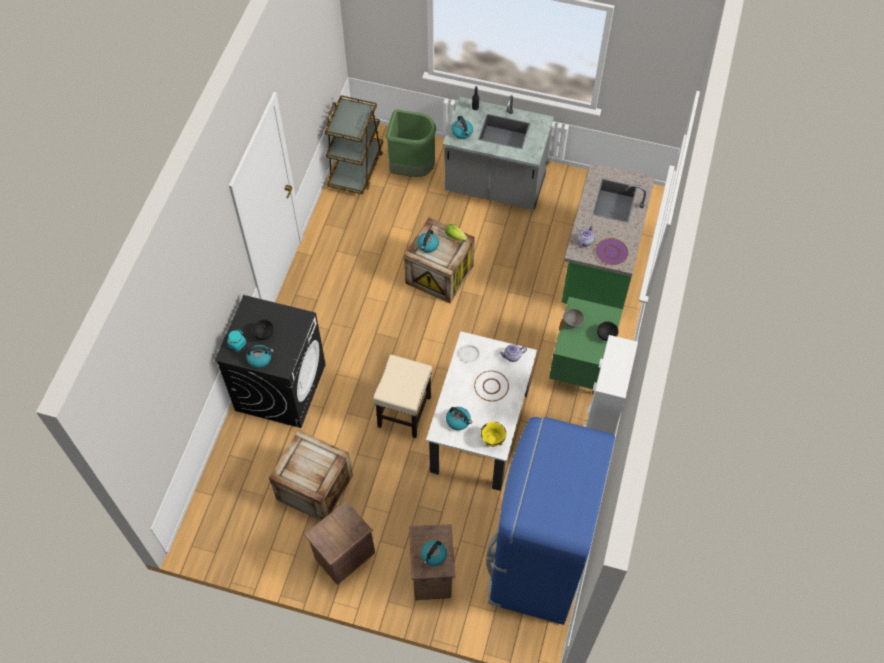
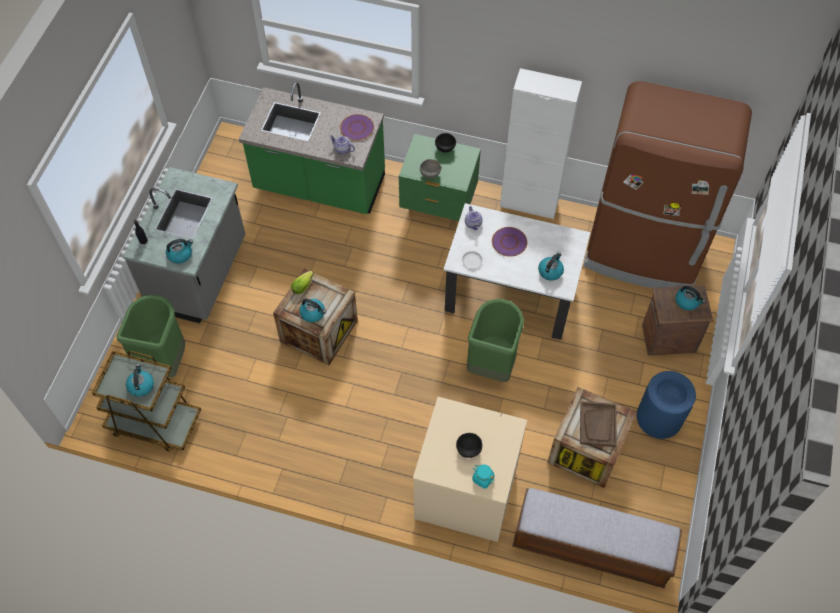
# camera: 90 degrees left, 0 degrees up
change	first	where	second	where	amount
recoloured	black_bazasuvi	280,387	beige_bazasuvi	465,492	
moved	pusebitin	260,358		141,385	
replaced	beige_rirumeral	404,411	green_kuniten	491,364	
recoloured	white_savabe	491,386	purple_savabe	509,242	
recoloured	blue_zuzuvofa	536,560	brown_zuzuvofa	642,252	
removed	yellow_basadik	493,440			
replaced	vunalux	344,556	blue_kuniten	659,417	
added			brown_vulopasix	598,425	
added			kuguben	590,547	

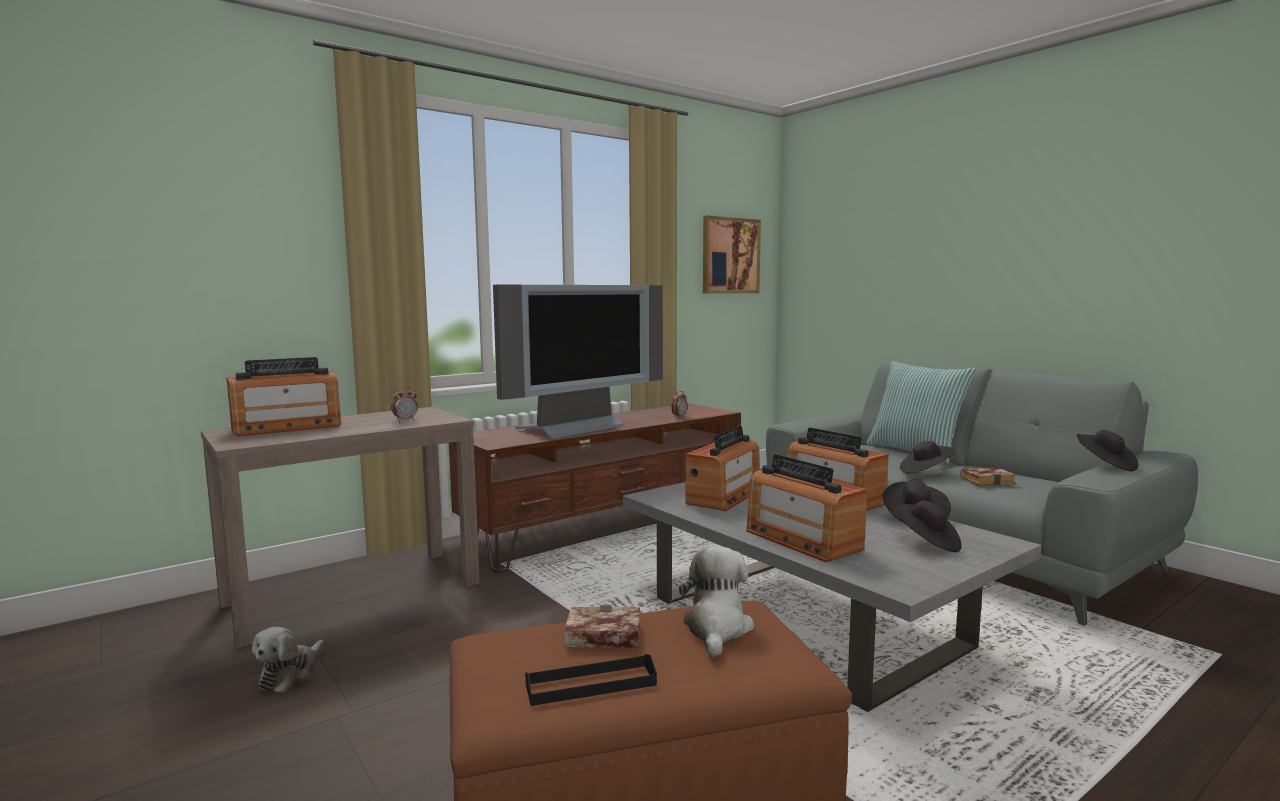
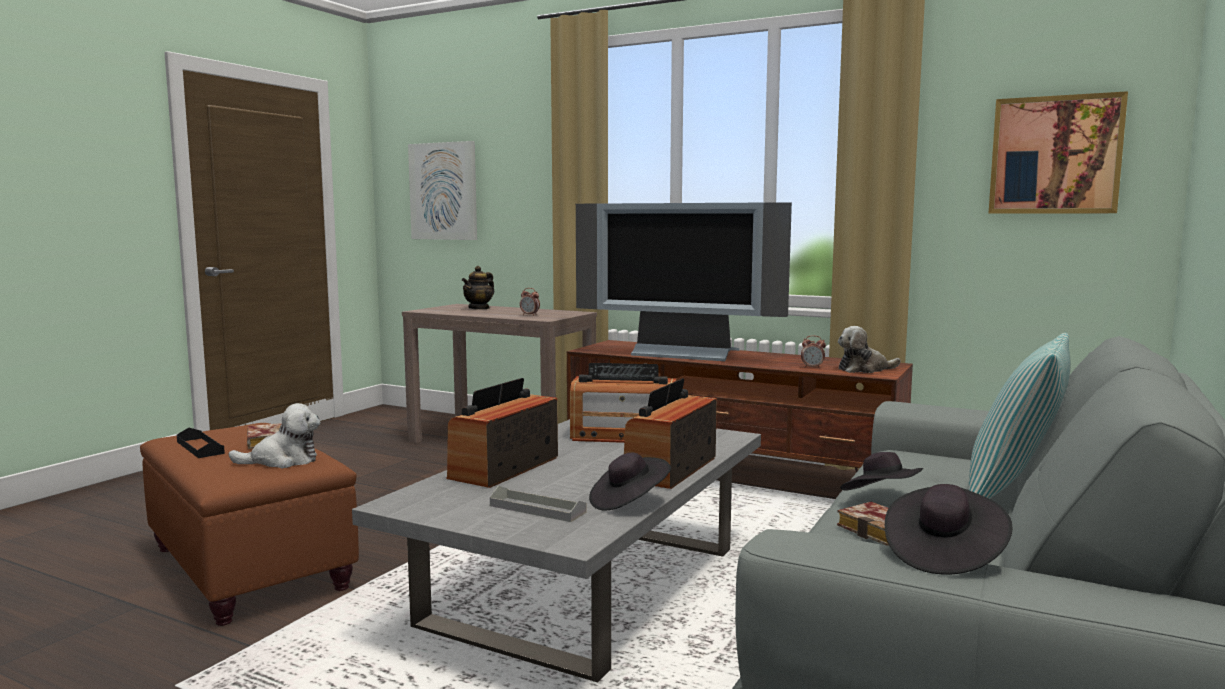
# camera: 65 degrees right, 0 degrees up
change	first	where	second	where	amount
replaced	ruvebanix	287,427	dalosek	479,308	
replaced	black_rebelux	926,543	grey_vulopasix	537,509	
moved	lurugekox	290,674		864,369	
added			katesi	444,191	

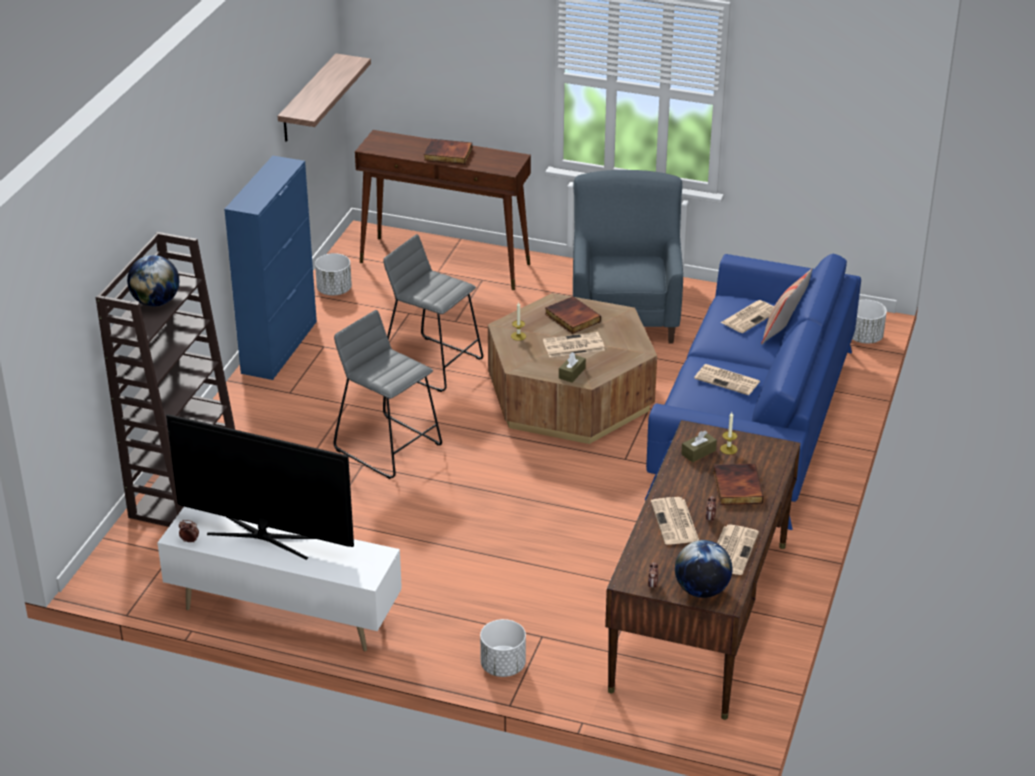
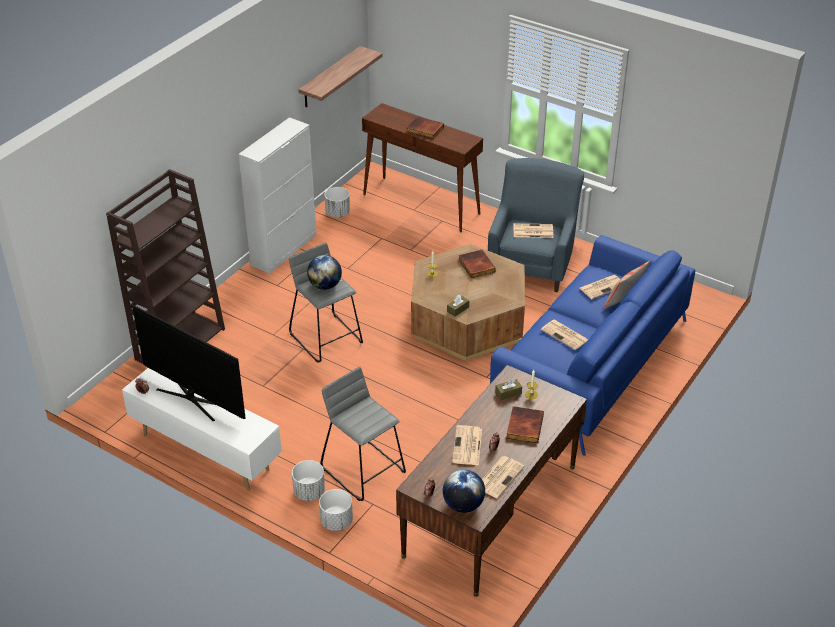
# camera: 15 degrees right, 5 degrees up
change	first	where	second	where	amount
recoloured	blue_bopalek	280,346	white_bopalek	284,249	
moved	grey_rirumeral	433,364		364,469	
moved	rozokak	156,302		325,285	
moved	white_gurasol	865,338		309,492	
moved	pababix	573,346		532,231	

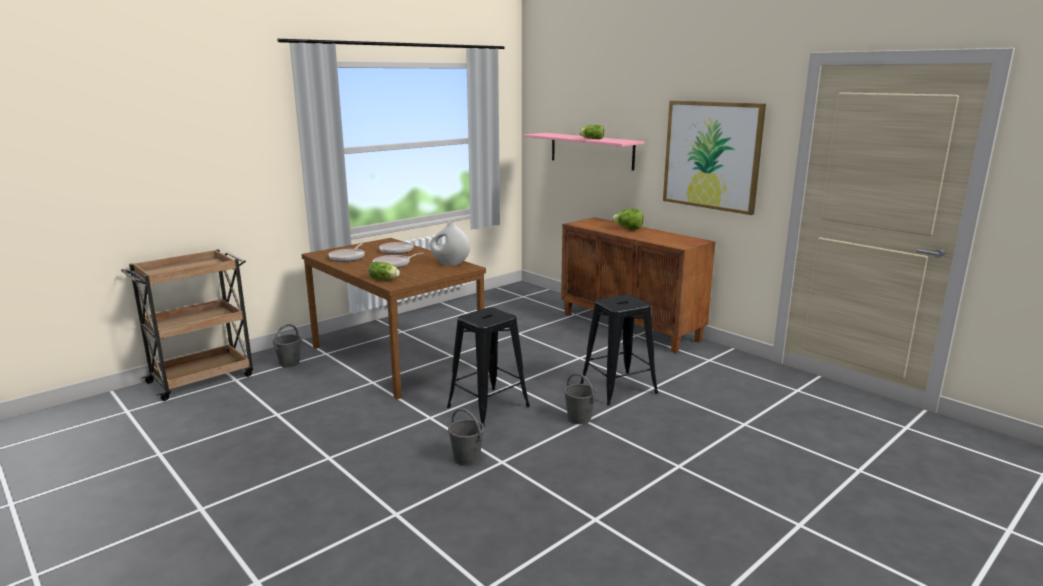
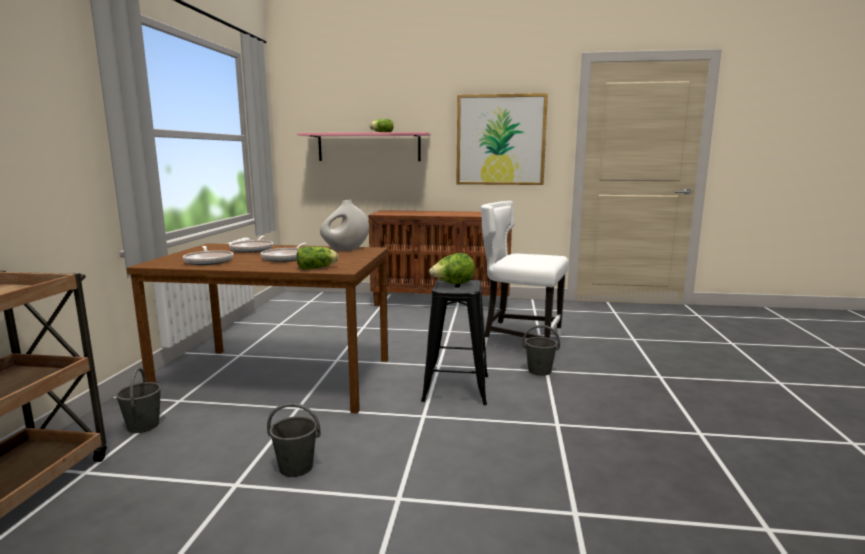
# camera: 40 degrees left, 5 degrees down
change	first	where	second	where	amount
moved	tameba	628,229		453,284	
replaced	black_rirumeral	618,389	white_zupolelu	520,343	
moved	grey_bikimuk	467,458		296,467	

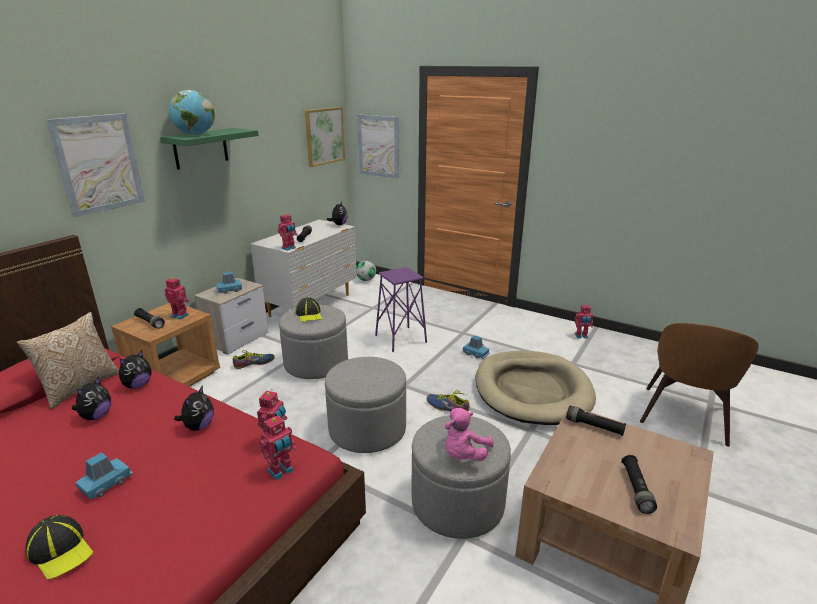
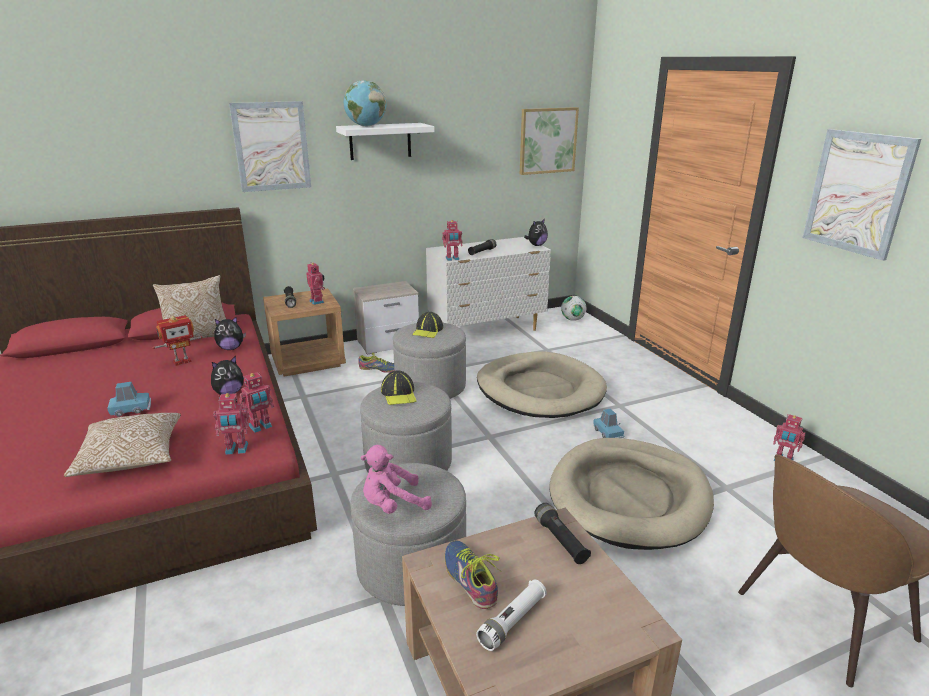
# camera: 35 degrees right, 0 degrees up
change	first	where	second	where	amount
moved	katesi	378,146		857,193	
recoloured	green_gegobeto	200,148	white_gegobeto	380,141	
replaced	purple_rirumeral	400,339	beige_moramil	539,390	
removed	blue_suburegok	229,290			
replaced	lurugekox	96,416	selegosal	182,361	
moved	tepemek	447,407		469,579	
recoloured	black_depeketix	636,489	white_depeketix	512,621	
moved	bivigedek	60,550		399,394	
added			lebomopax	131,458	

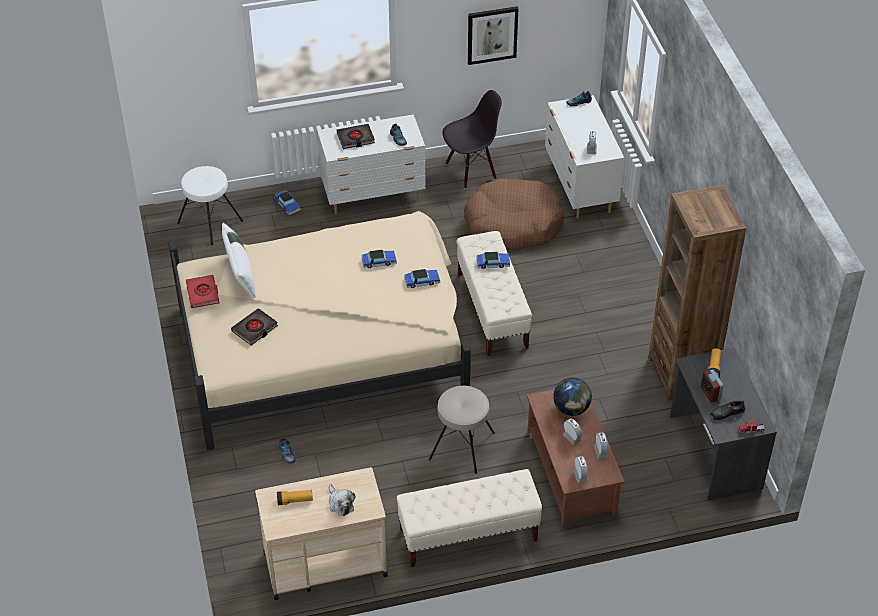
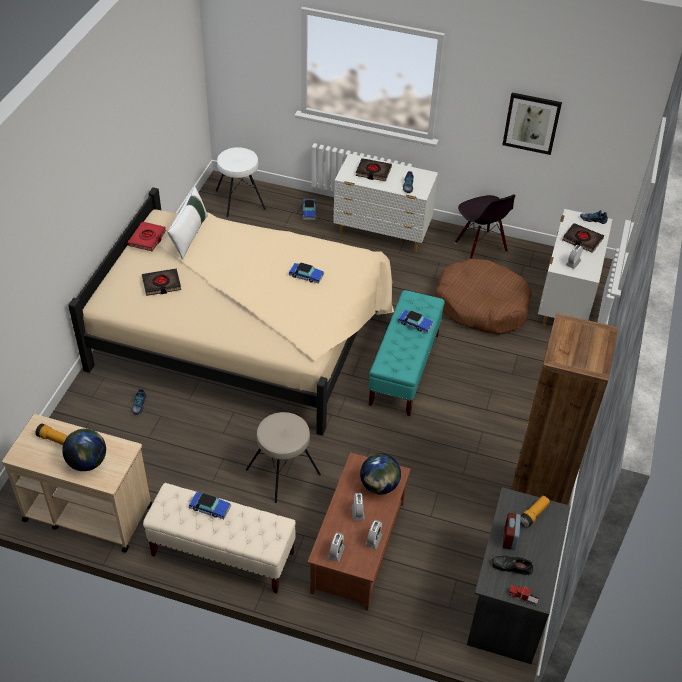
# camera: 30 degrees right, 0 degrees up
change	first	where	second	where	amount
turned	black_zupolelu	471,170		480,247	60 degrees clockwise
recoloured	beige_kuguben	492,310	turquoise_kuguben	404,369	
moved	suburegok	422,281		210,508	
replaced	lurugekox	340,503	rozokak	87,462	
added			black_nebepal	582,240	

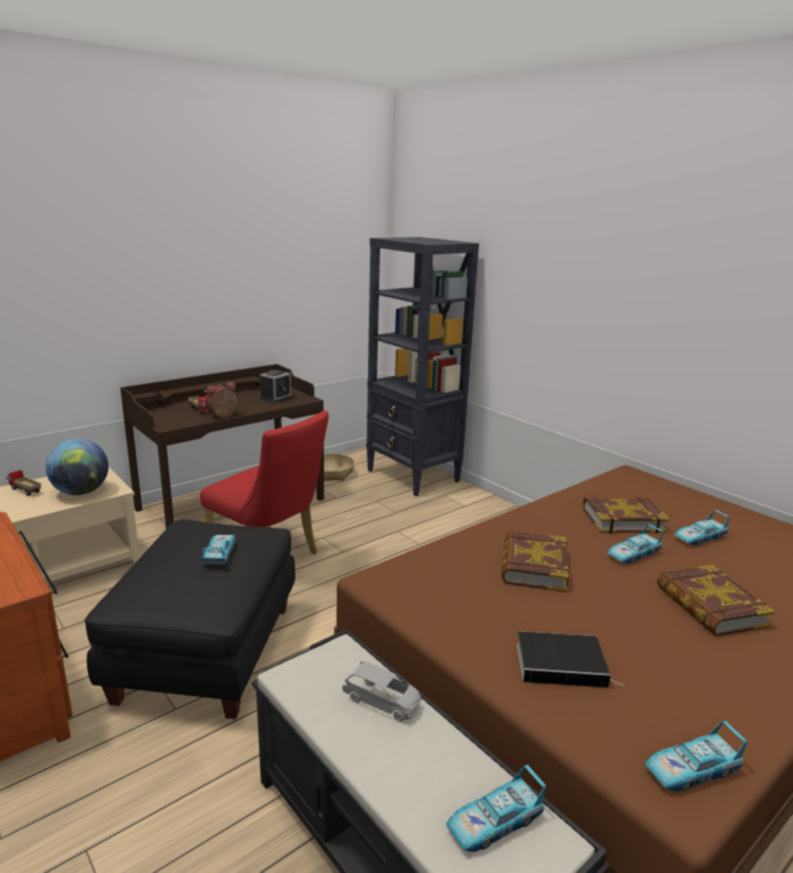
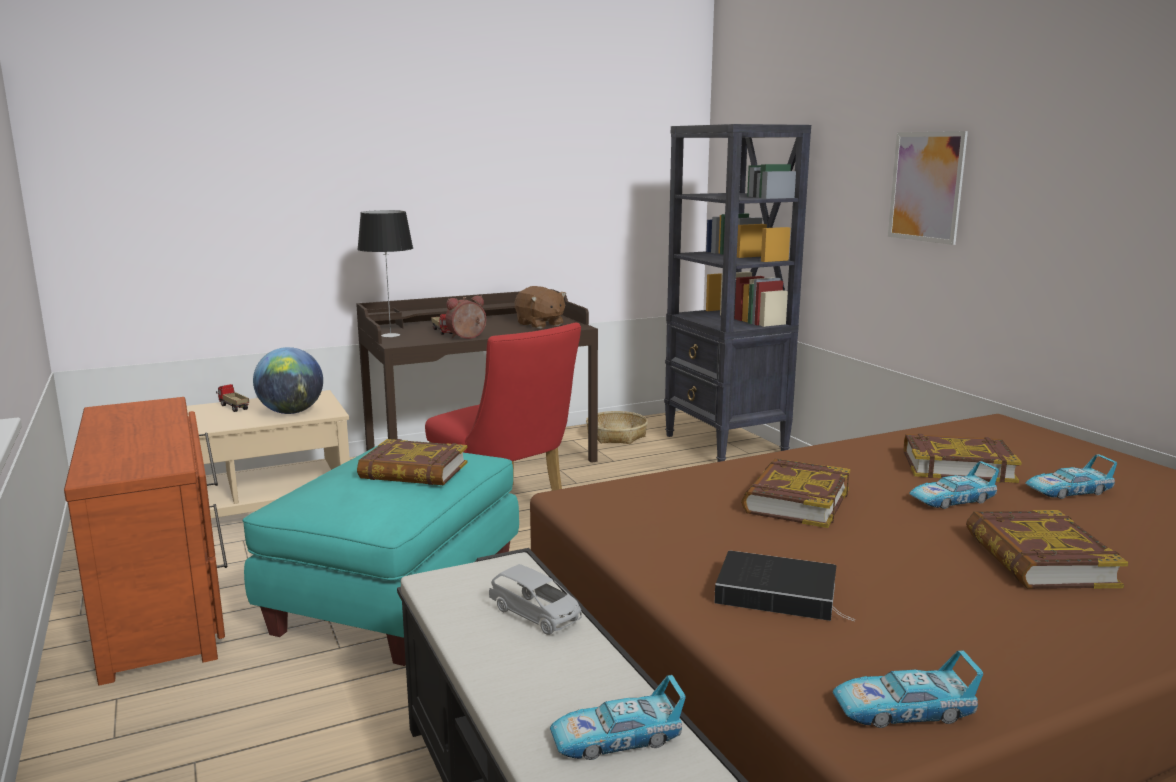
# camera: 15 degrees right, 5 degrees down
change	first	where	second	where	amount
replaced	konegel	276,398	brown_lurugekox	540,324	
recoloured	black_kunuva	206,651	turquoise_kunuva	396,597	
replaced	suburegok	219,554	nebepal	413,471	
added			katesi	926,187	
added			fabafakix	390,335	

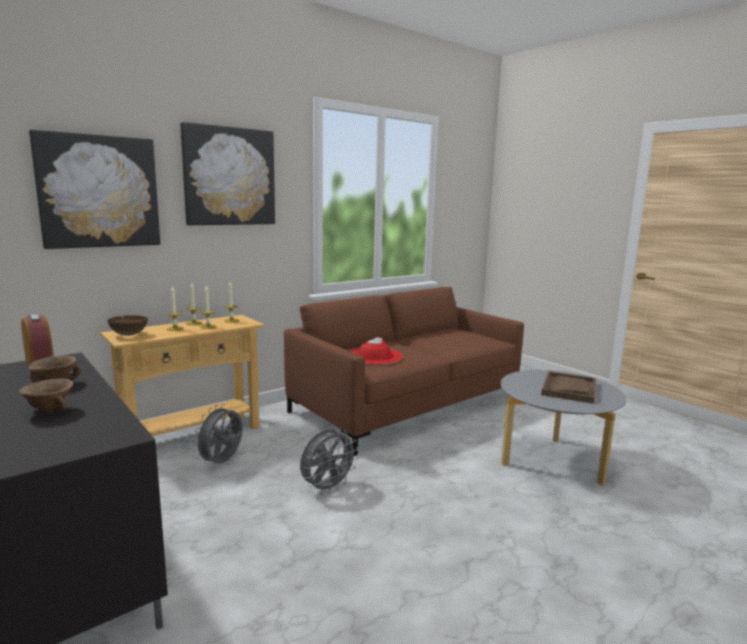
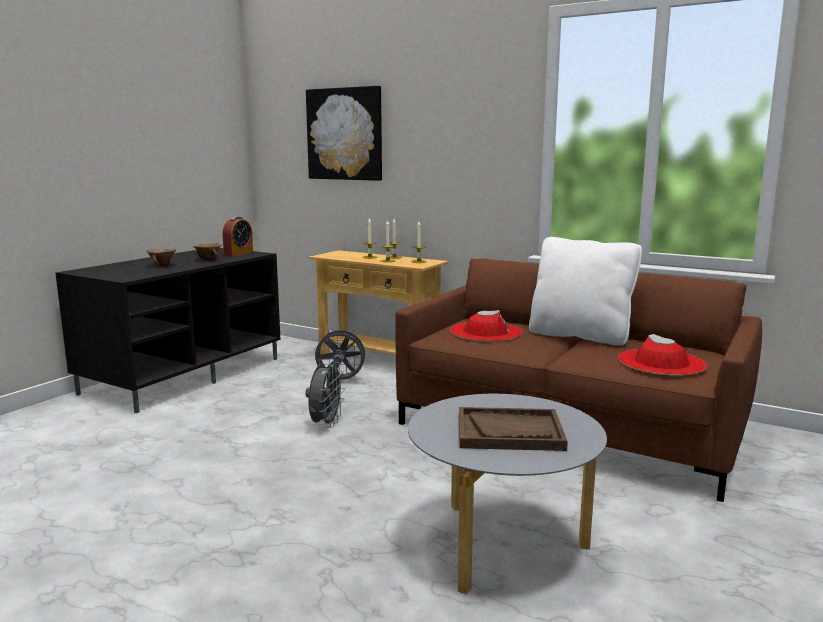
# camera: 70 degrees right, 0 degrees up
change	first	where	second	where	amount
removed	katesi	229,176			
removed	basadik	129,335			
turned	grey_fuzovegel	327,488		325,424	105 degrees counterclockwise
added			white_lebomopax	580,336	
added			red_rebelux	661,362	

